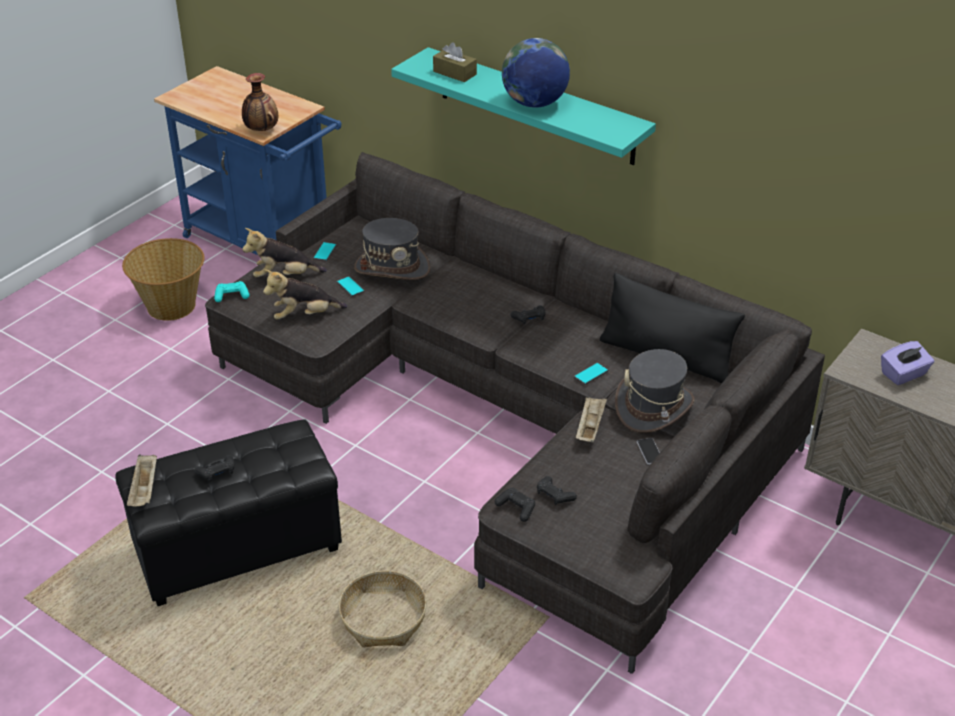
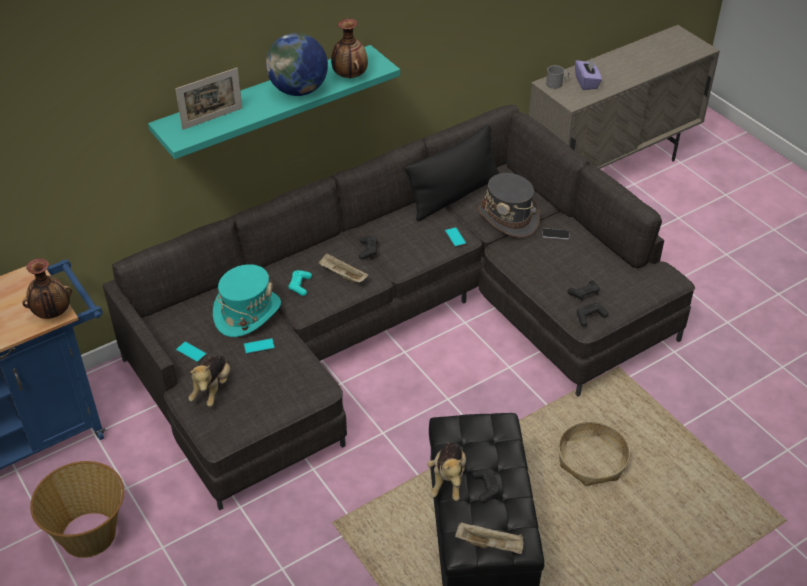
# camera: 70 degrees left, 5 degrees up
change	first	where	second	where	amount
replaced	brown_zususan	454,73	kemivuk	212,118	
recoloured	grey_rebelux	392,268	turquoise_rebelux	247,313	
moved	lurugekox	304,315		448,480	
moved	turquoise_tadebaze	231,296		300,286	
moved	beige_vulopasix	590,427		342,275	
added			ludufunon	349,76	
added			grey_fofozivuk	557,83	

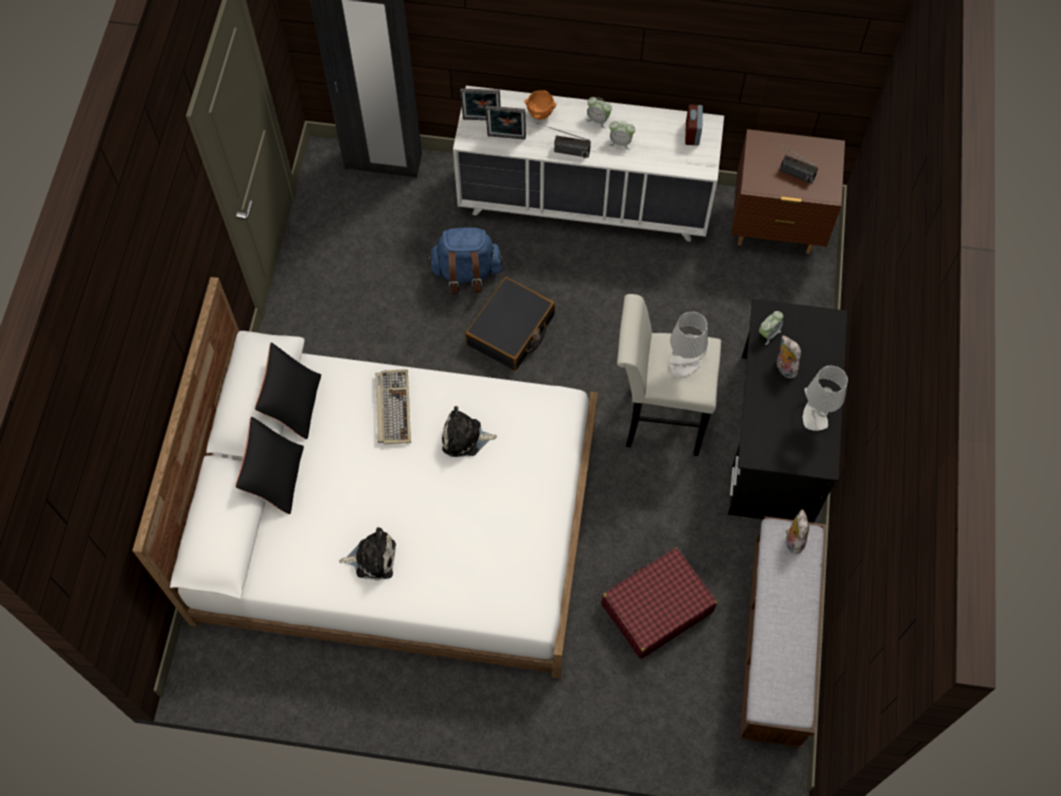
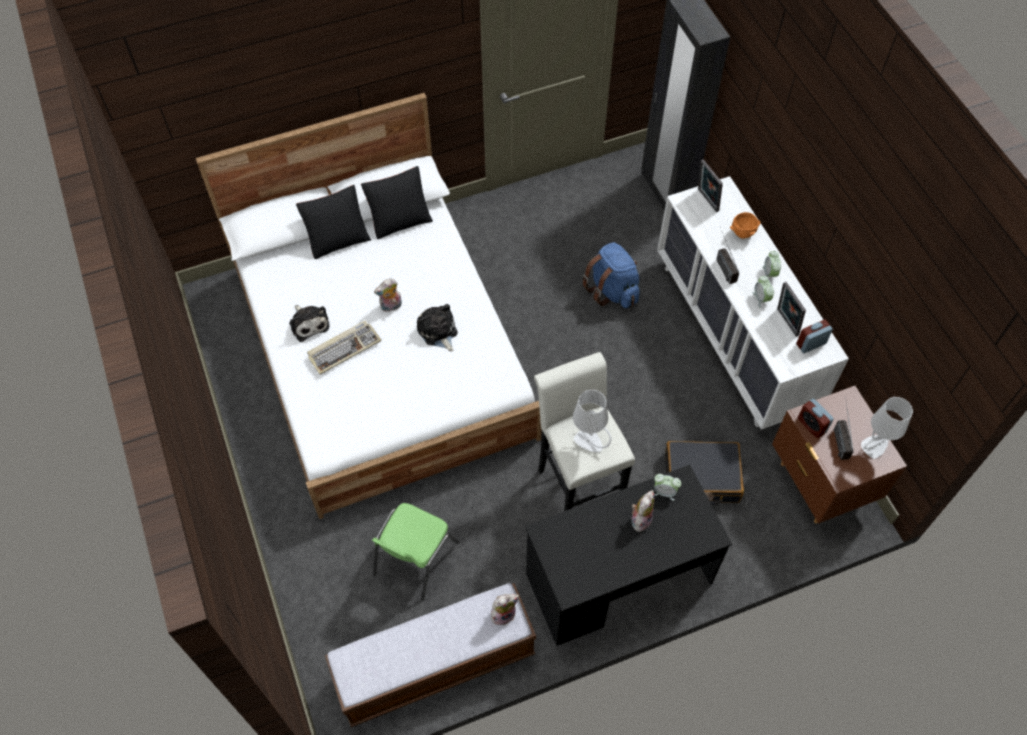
# camera: 60 degrees right, 5 degrees down
change	first	where	second	where	amount
moved	kemivuk	506,138		785,323	
moved	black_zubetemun	511,330		701,478	
moved	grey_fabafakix	813,417		874,445	
moved	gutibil	392,407		344,348	
replaced	red_zubetemun	656,607	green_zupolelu	414,559	
added			lurugekox	391,306	
added			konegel	811,425	

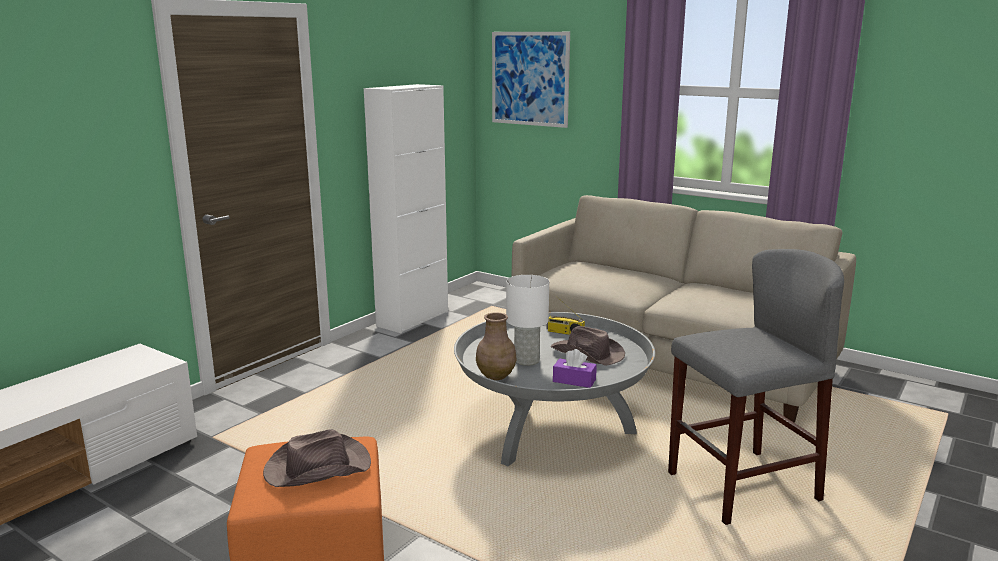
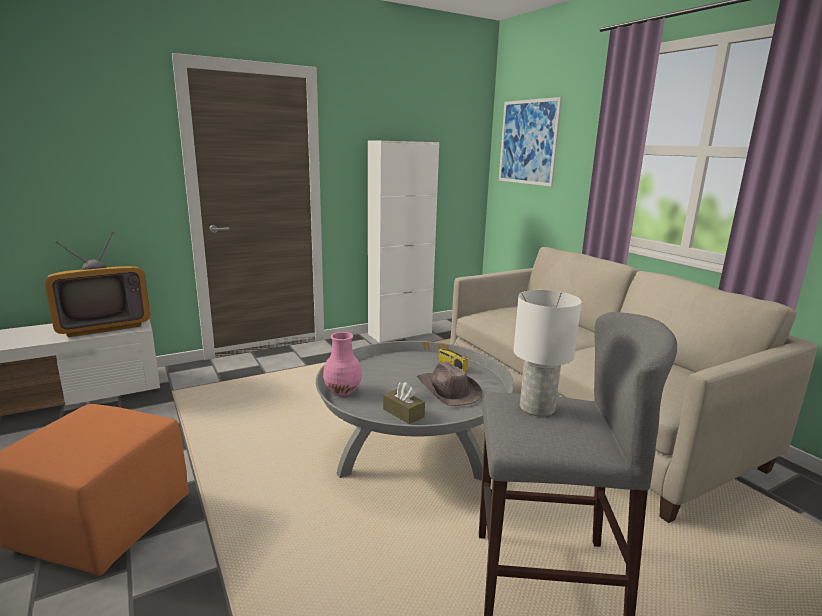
# camera: 25 degrees right, 0 degrees up
change	first	where	second	where	amount
moved	white_fabafakix	527,360		538,408	
recoloured	brown_ludufunon	496,375	pink_ludufunon	343,391	
recoloured	purple_zususan	574,380	brown_zususan	403,413	
removed	brown_rebelux	316,467			
added			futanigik	103,325	

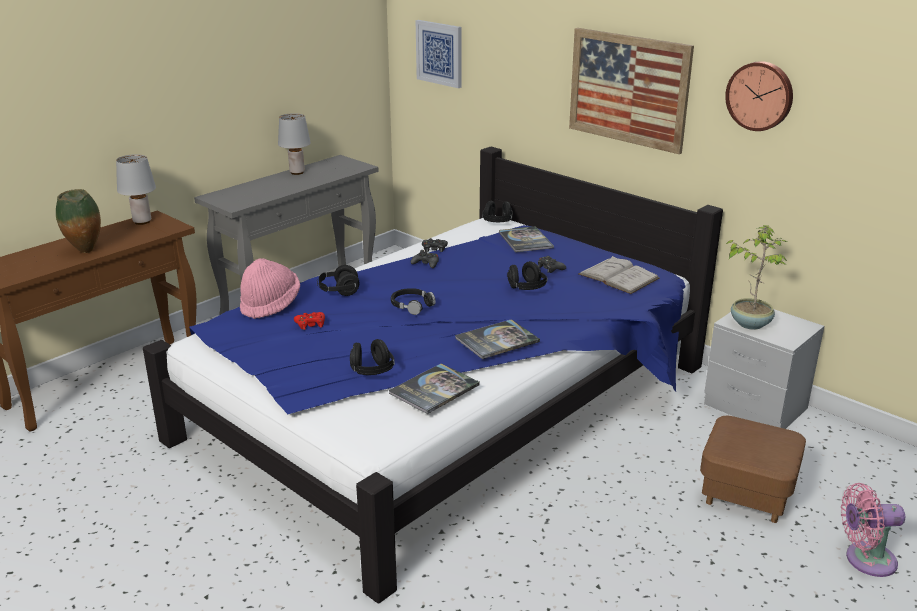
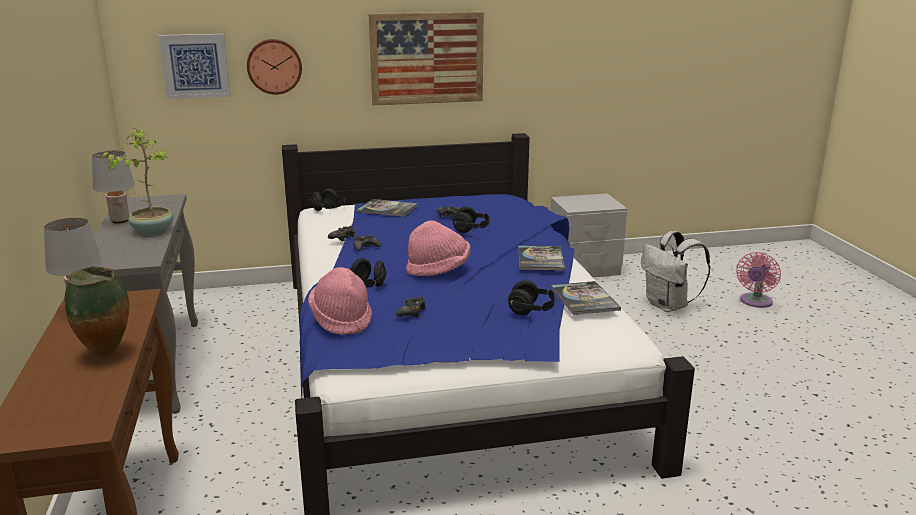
# camera: 55 degrees left, 5 degrees down
change	first	where	second	where	amount
moved	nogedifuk	760,95		274,66	
moved	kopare	750,323		152,231	
removed	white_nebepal	618,276			
replaced	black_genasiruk	411,305	pink_rebelux	438,269	
recoloured	red_tadebaze	310,324	black_tadebaze	412,312	
replaced	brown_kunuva	746,493	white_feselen	668,306	

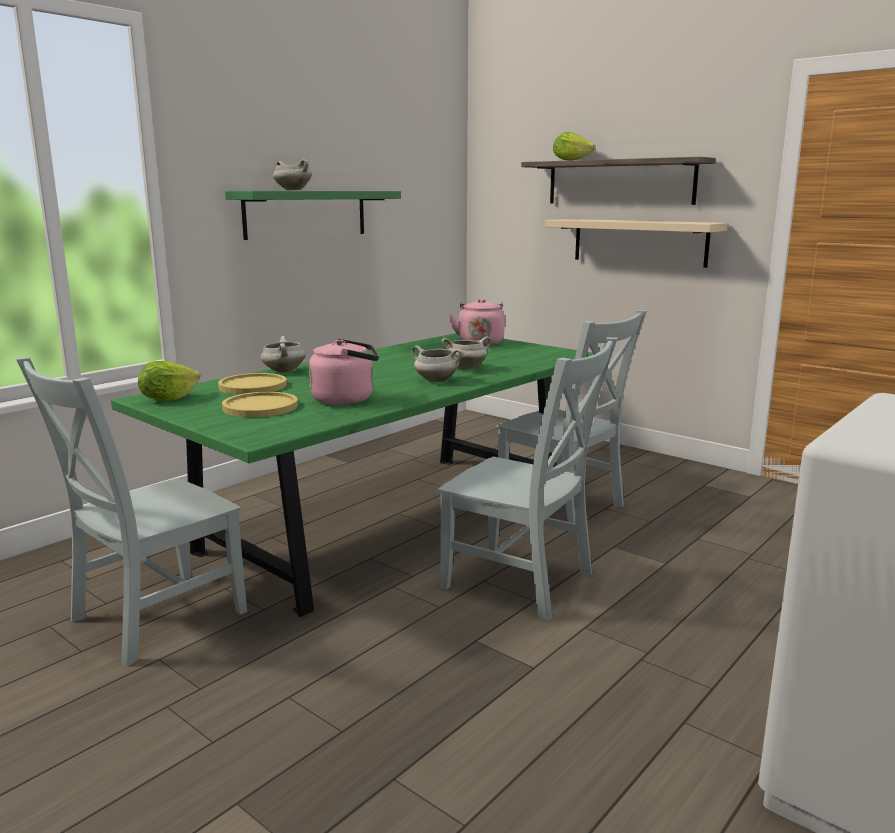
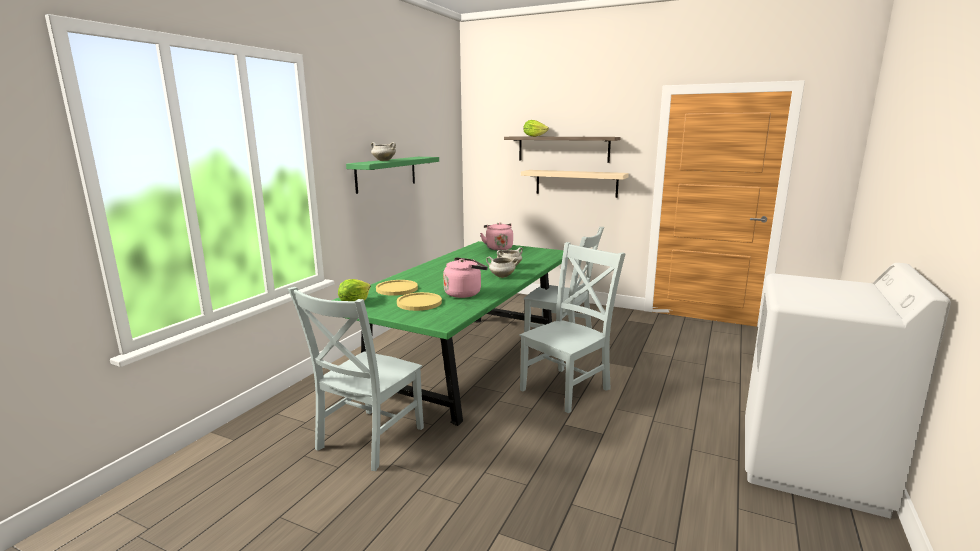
# camera: 15 degrees left, 0 degrees up
change	first	where	second	where	amount
removed	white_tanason	283,371			
turned	grey_zupolelu	523,582		567,388	60 degrees counterclockwise

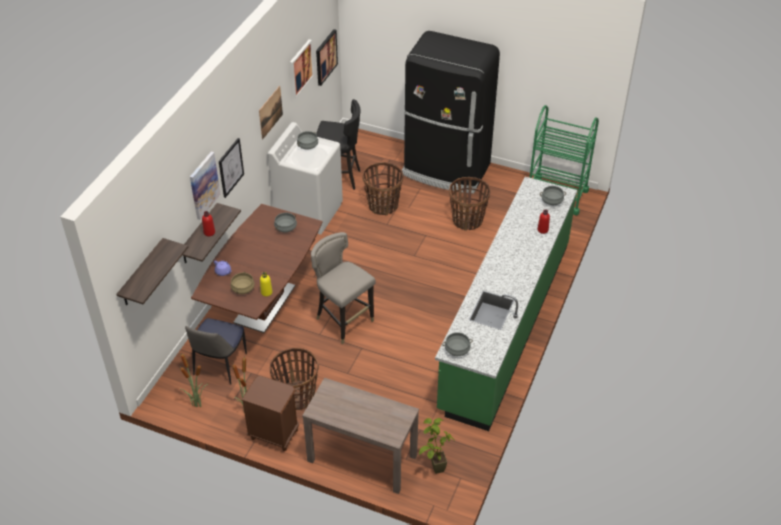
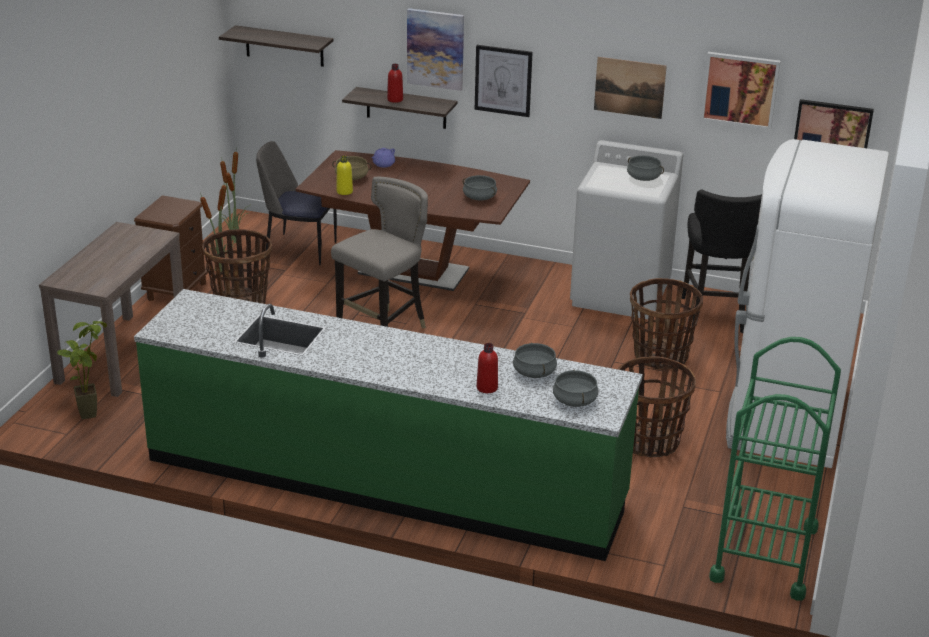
# camera: 85 degrees right, 15 degrees down
change	first	where	second	where	amount
recoloured	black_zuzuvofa	446,170	white_zuzuvofa	785,419	
moved	grey_tanason	457,349		534,372	

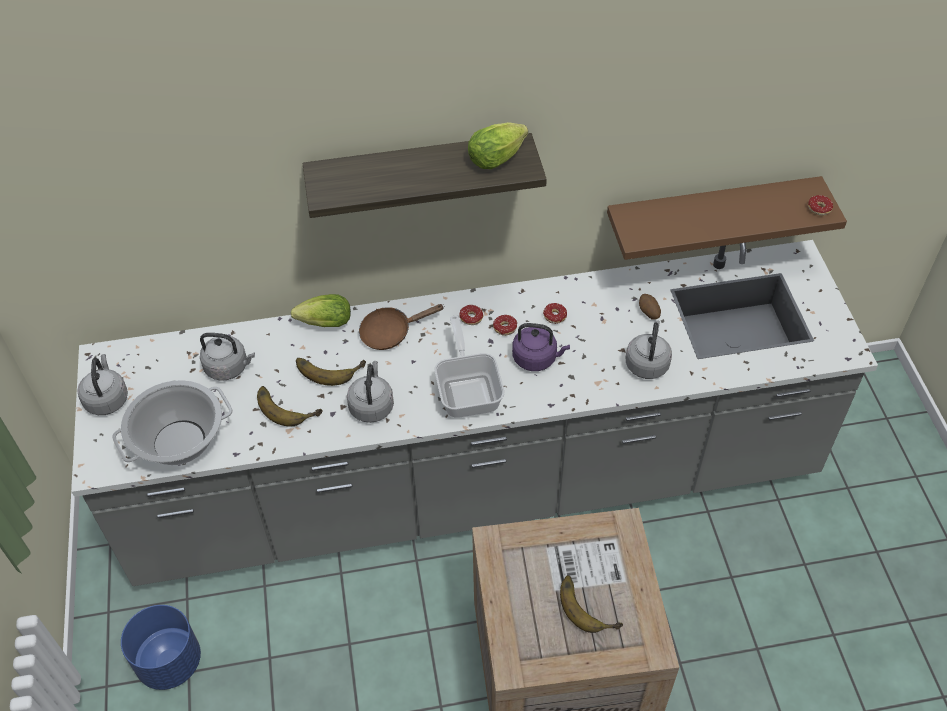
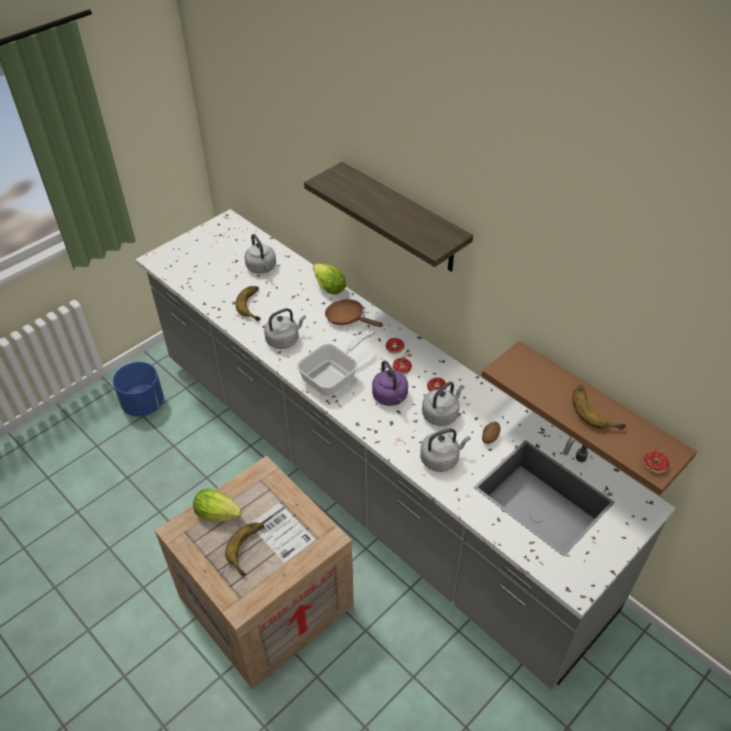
# camera: 55 degrees right, 5 degrees down
change	first	where	second	where	amount
moved	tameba	499,157		220,515	
moved	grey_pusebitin	107,398		441,414	
moved	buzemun	329,367		596,409	
removed	tanason	180,441			

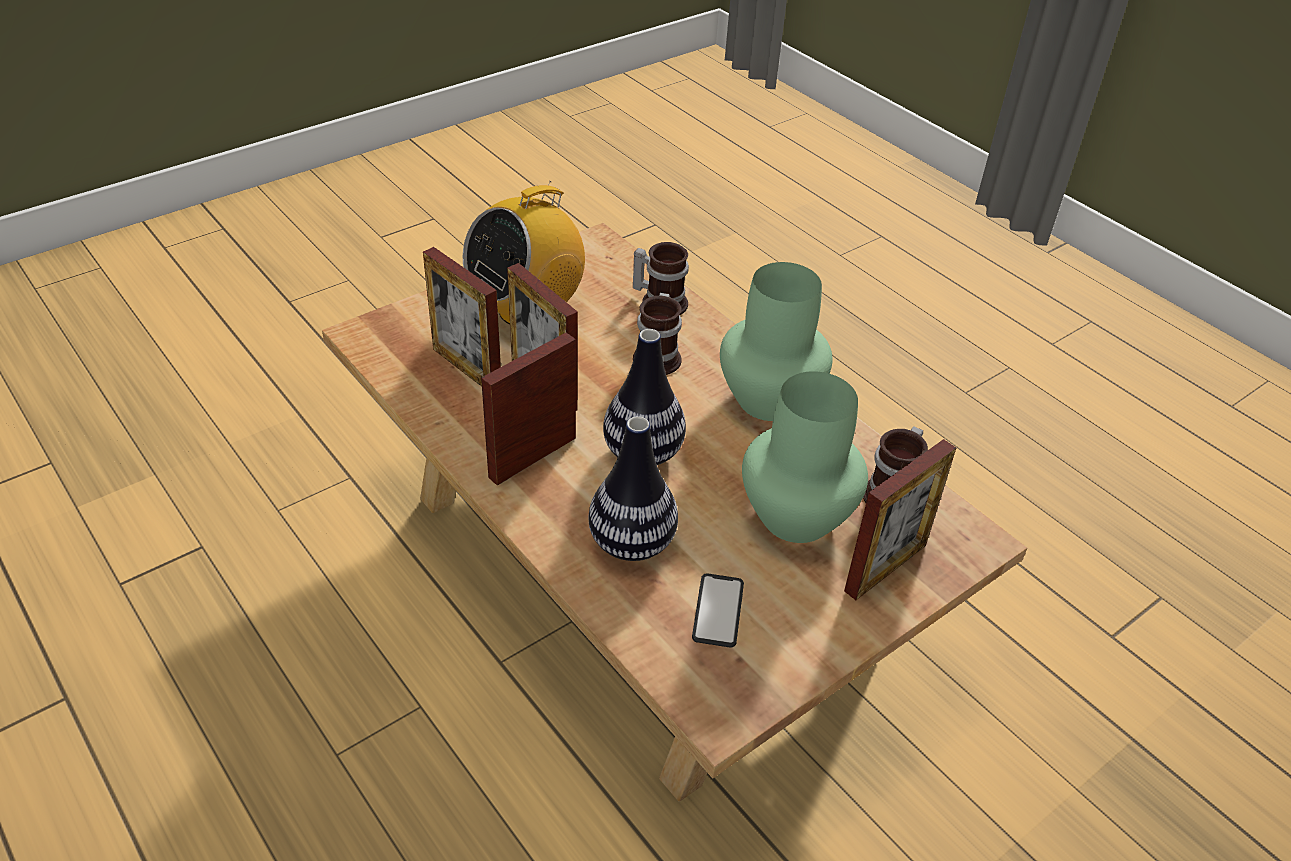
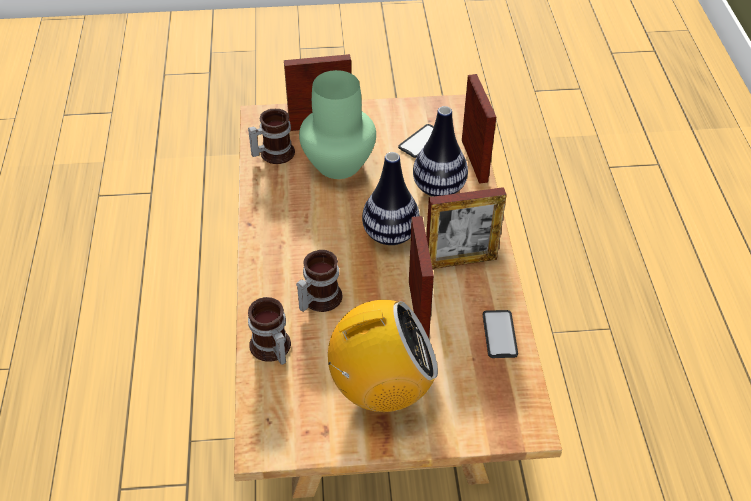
# camera: 145 degrees left, 5 degrees up
change	first	where	second	where	amount
moved	kemivuk	467,368		474,160	
removed	green_ludufunon	767,401			
added			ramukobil	499,334	

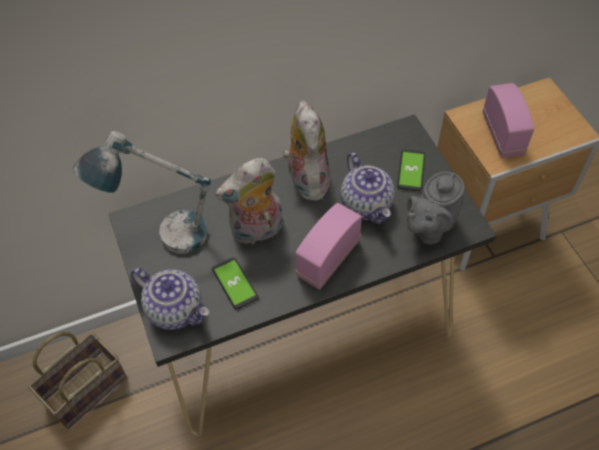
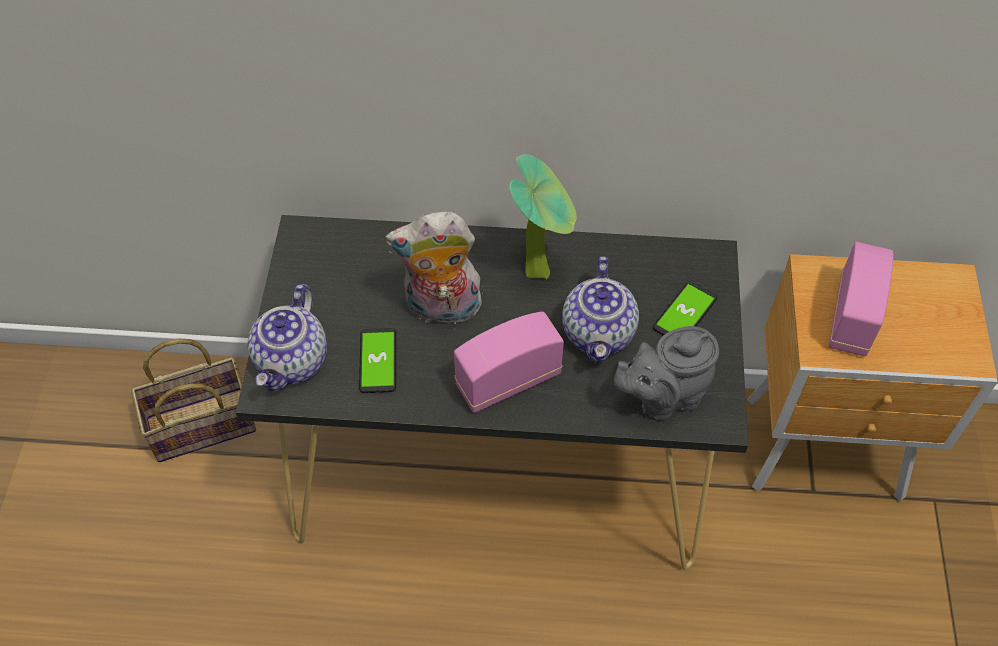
# camera: 25 degrees right, 0 degrees up
change	first	where	second	where	amount
replaced	lurugekox	306,179	kopare	541,269	
removed	fabafakix	162,236			
turned	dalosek	176,309		293,362	45 degrees clockwise

